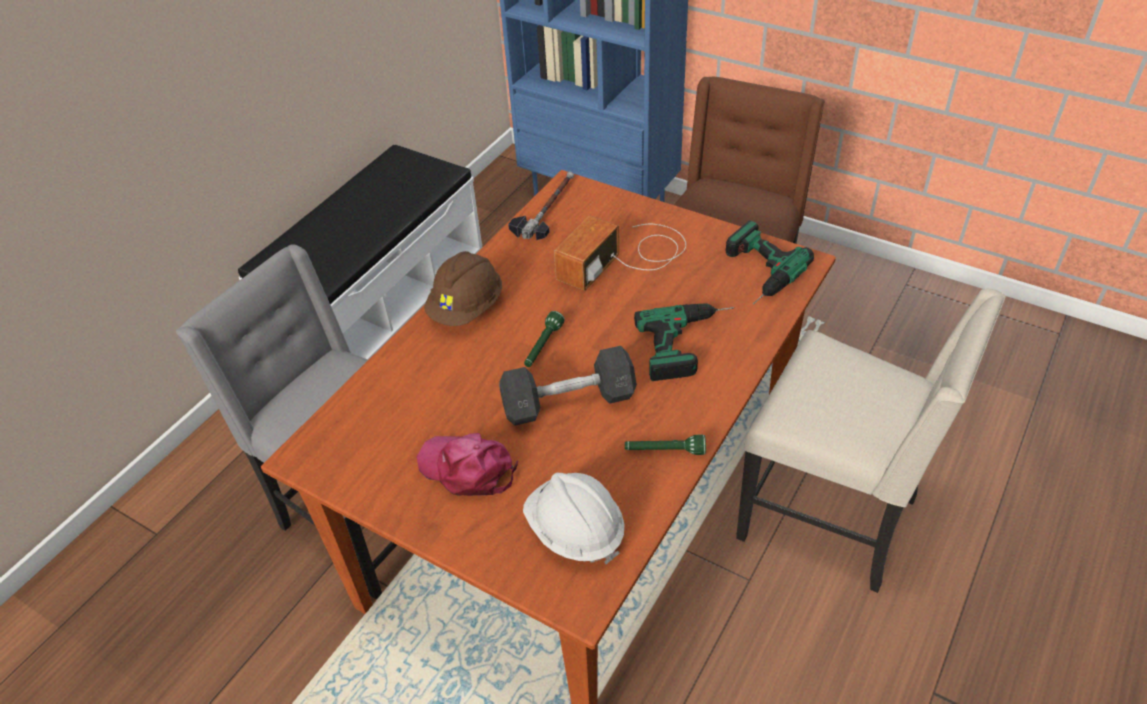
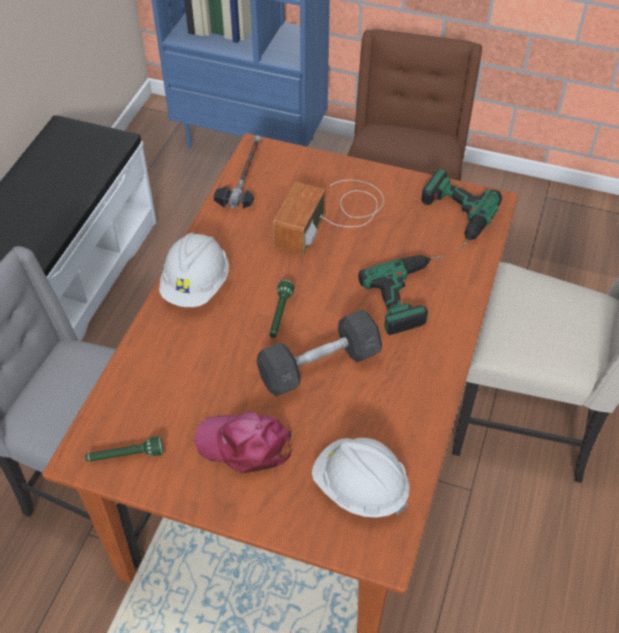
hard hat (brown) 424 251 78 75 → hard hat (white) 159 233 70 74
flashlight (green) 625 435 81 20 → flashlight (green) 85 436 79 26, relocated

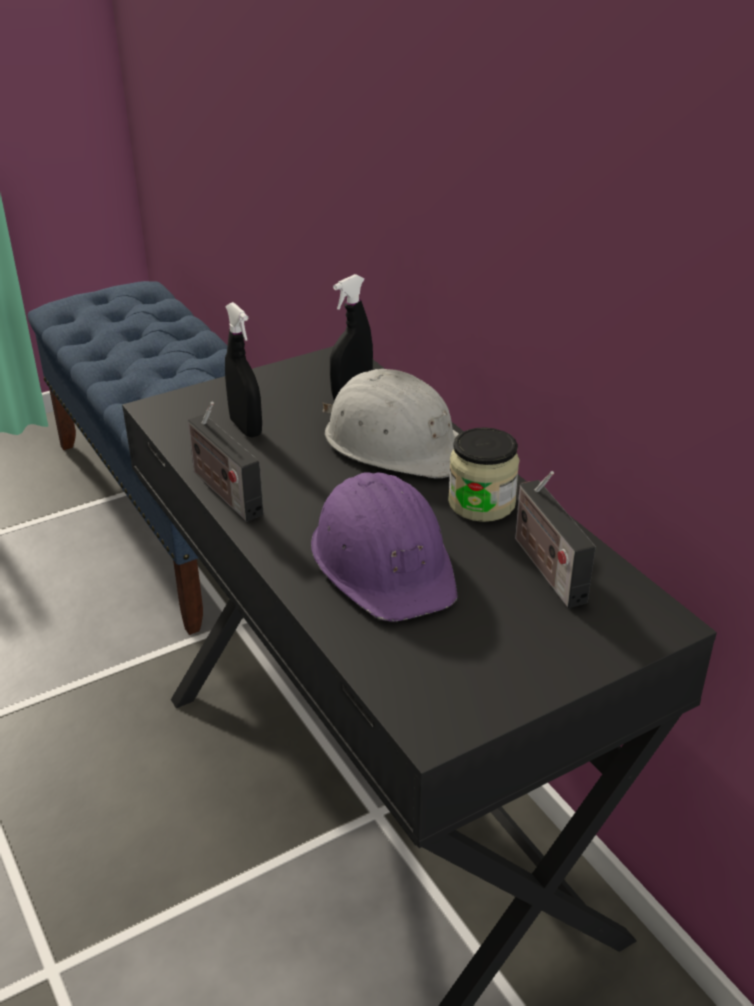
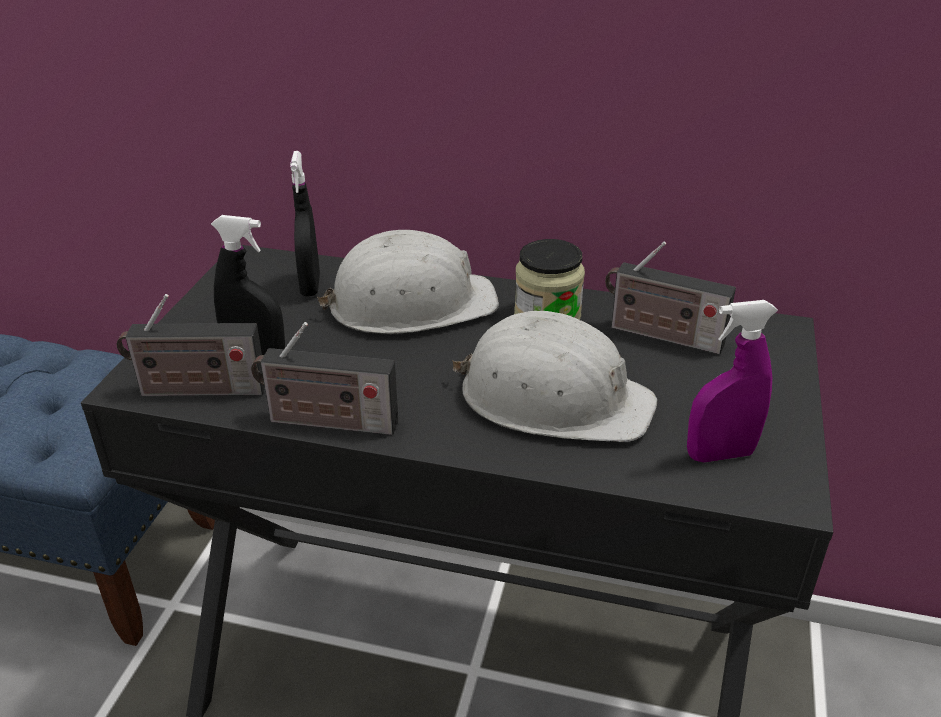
hard hat (purple) 311 472 146 149 → hard hat (white) 452 311 205 131
- → radio 117 294 148 102
- → spray bottle (purple) 687 300 91 163

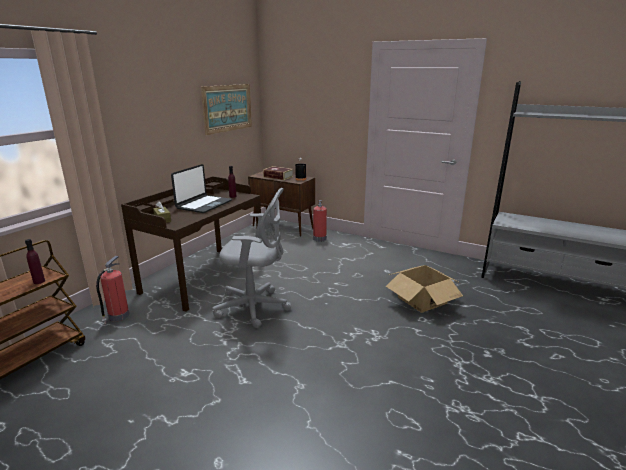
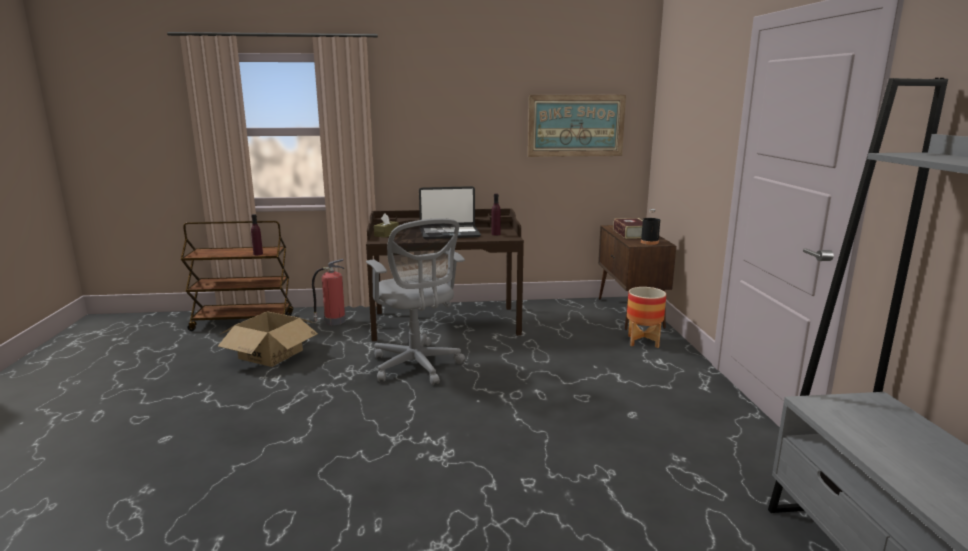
fire extinguisher 313 200 14 42 → planter 627 287 39 61
cardboard box 386 265 77 48 → cardboard box 218 311 100 56, relocated

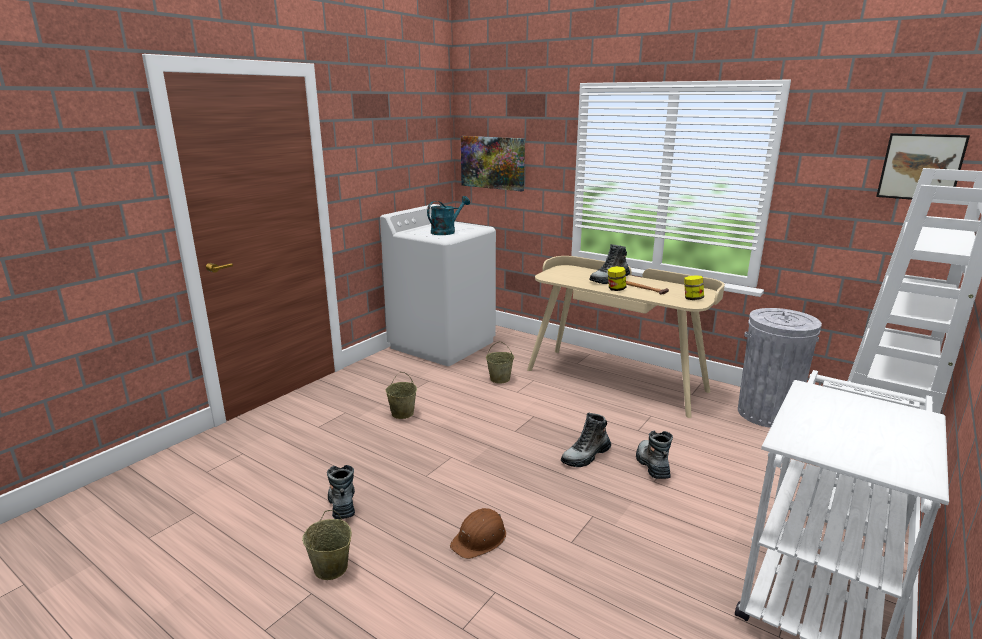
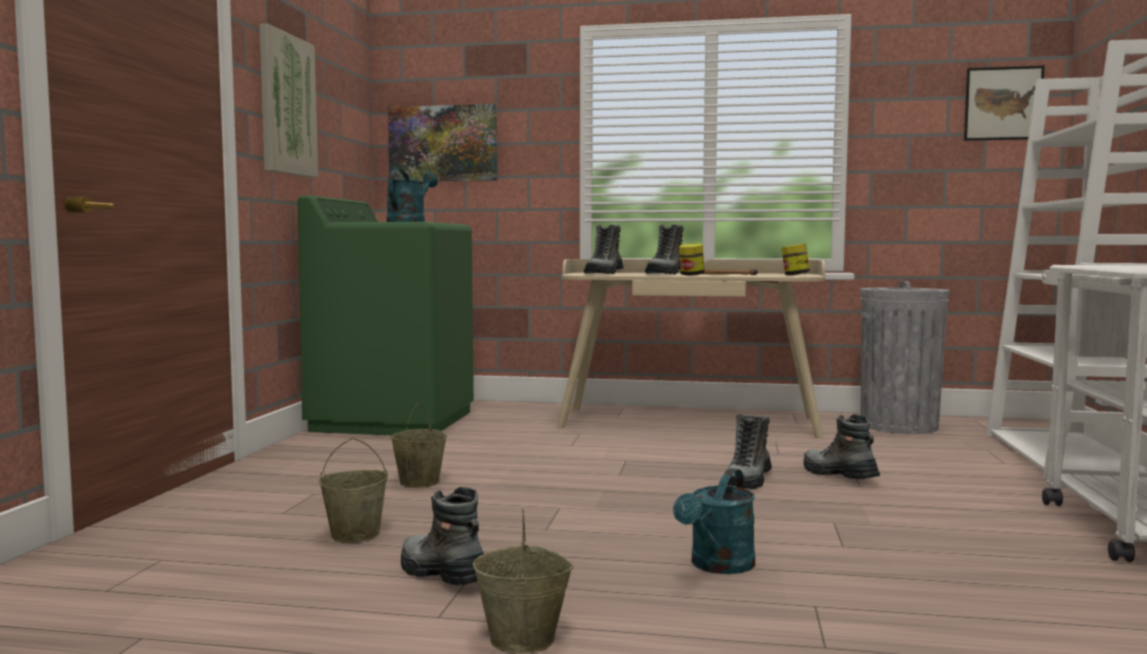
washing machine (white) 380 204 116 162 → washing machine (green) 298 195 176 240
bucket (beige) 486 341 28 43 → bucket (beige) 319 438 69 105, relocated
hard hat (brown) 450 508 56 51 → watering can (turquoise) 673 468 82 106
- → picture 260 24 58 154
- → boot 584 225 40 49

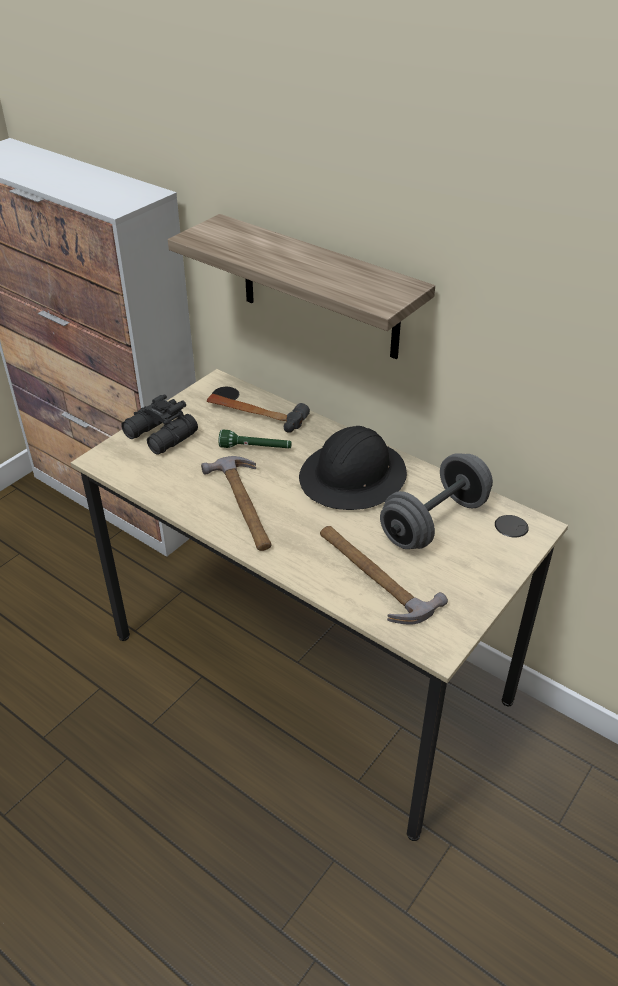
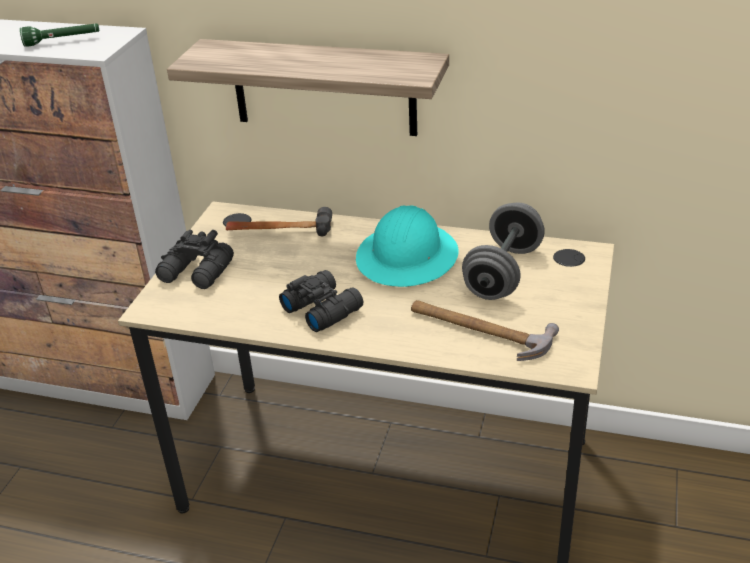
hard hat (black) 299 426 108 84 → hard hat (turquoise) 356 206 103 81
flashlight (green) 219 430 73 18 → flashlight (green) 20 23 80 24, relocated
hammer 201 456 71 95 → binoculars (black) 279 270 84 62

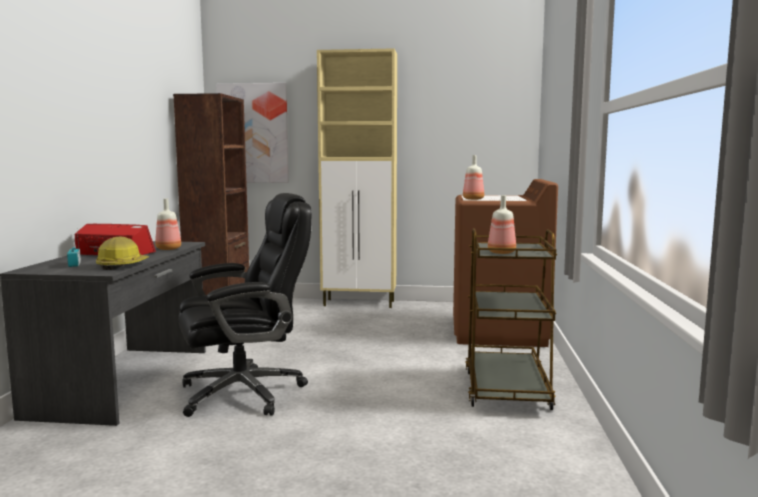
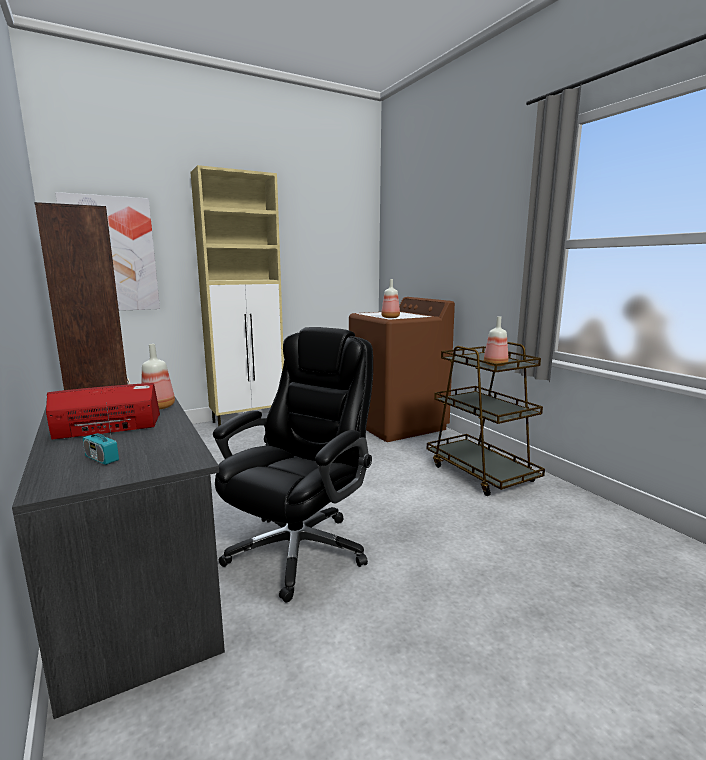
hard hat 96 237 53 33 → -

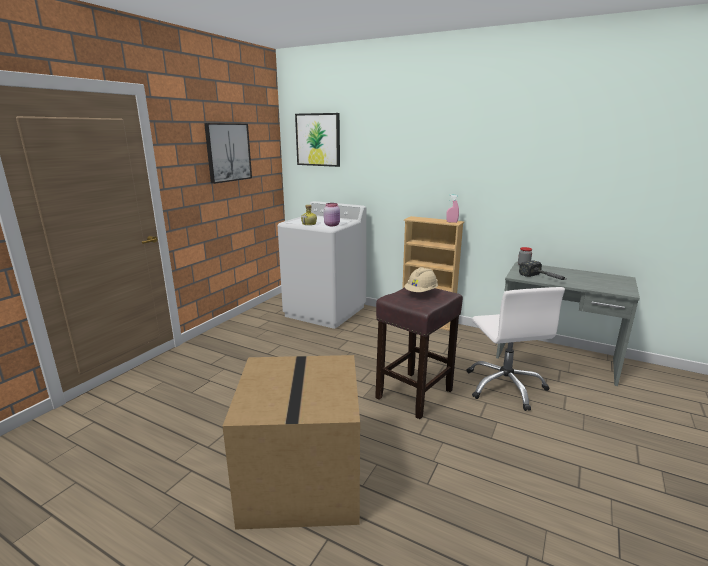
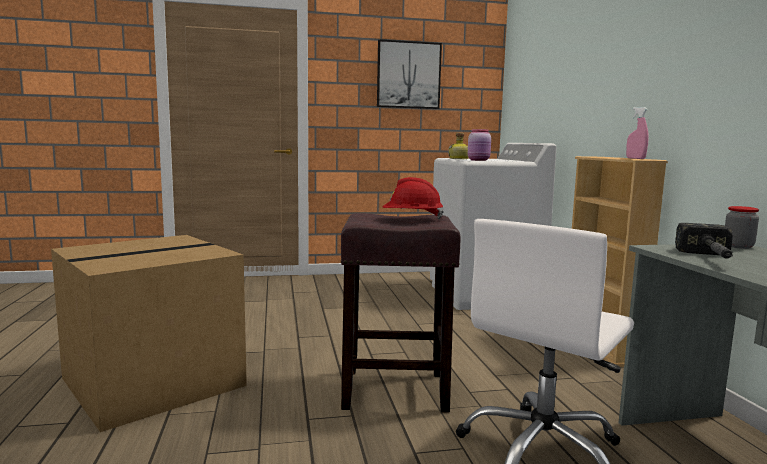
picture 295 113 45 54 → -
hard hat (beige) 404 267 34 25 → hard hat (red) 382 177 62 42

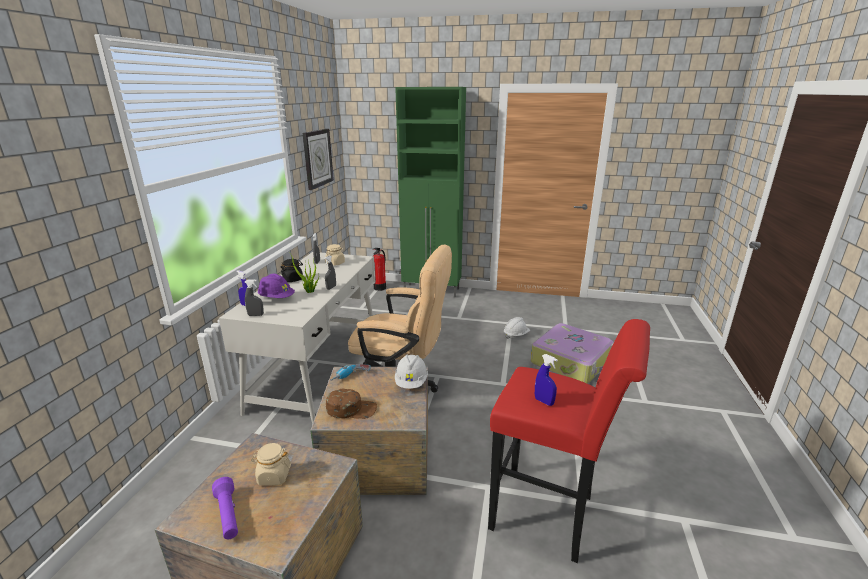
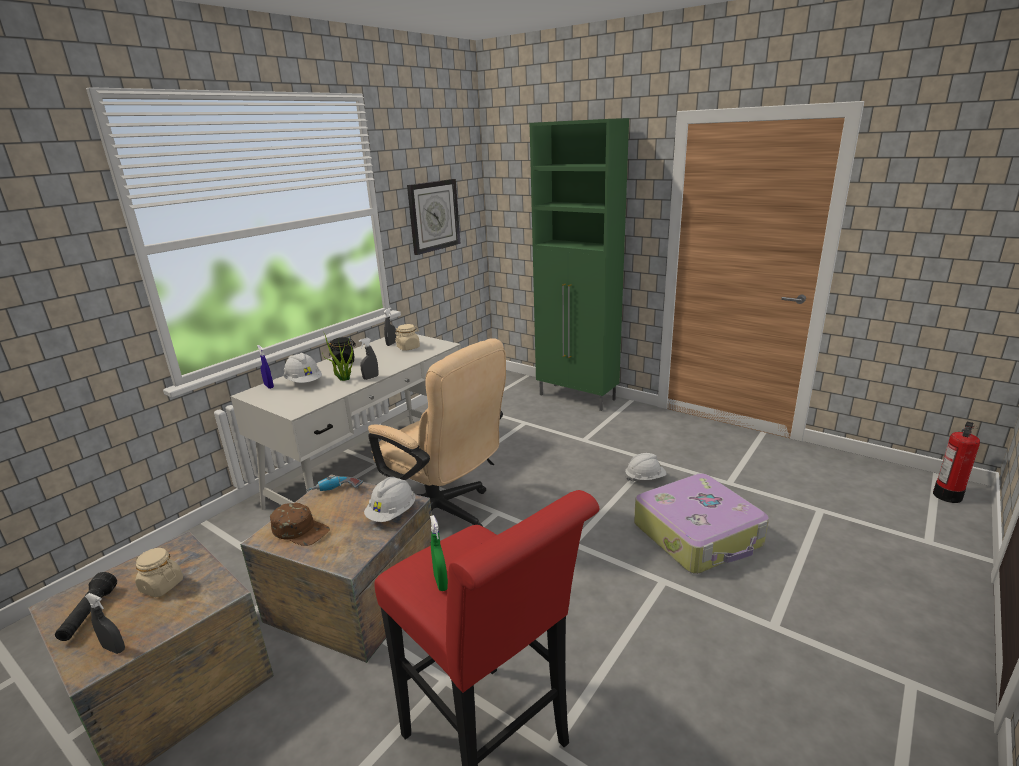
fire extinguisher 373 248 13 43 → fire extinguisher 933 422 47 81, relocated
hard hat (purple) 258 274 37 24 → hard hat (white) 284 353 38 30
spray bottle (grey) 245 279 19 37 → spray bottle (grey) 85 593 40 61, relocated
spray bottle (blue) 535 354 23 52 → spray bottle (green) 430 515 18 76
flashlight (purple) 212 477 26 62 → flashlight (black) 55 572 62 69

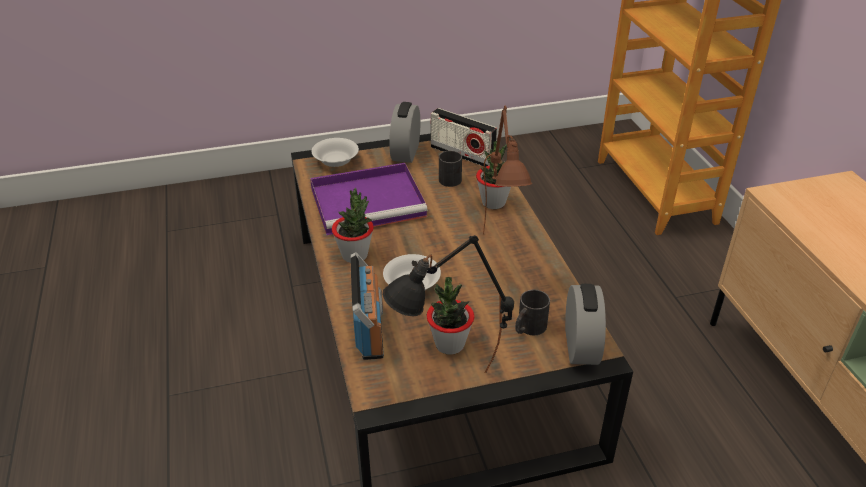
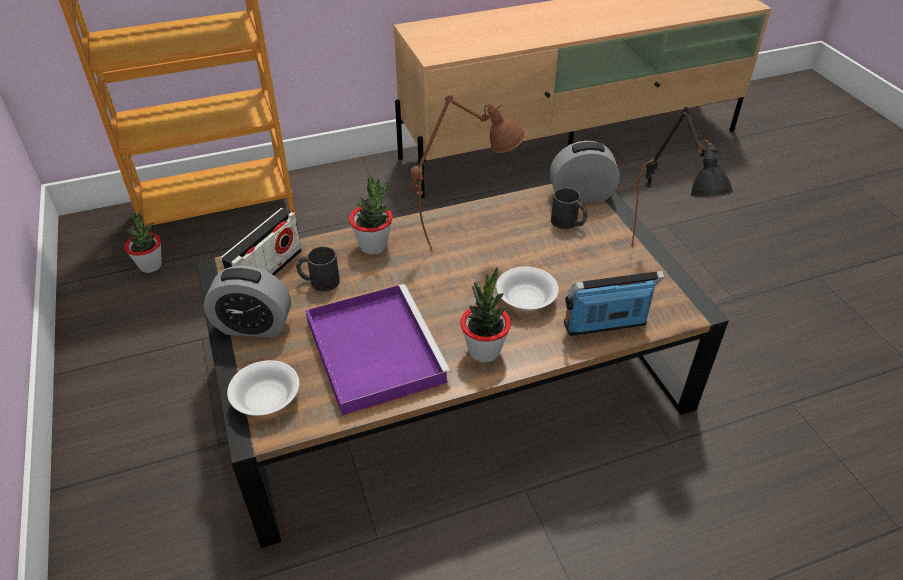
potted plant 427 277 47 78 → potted plant 124 211 38 62, relocated

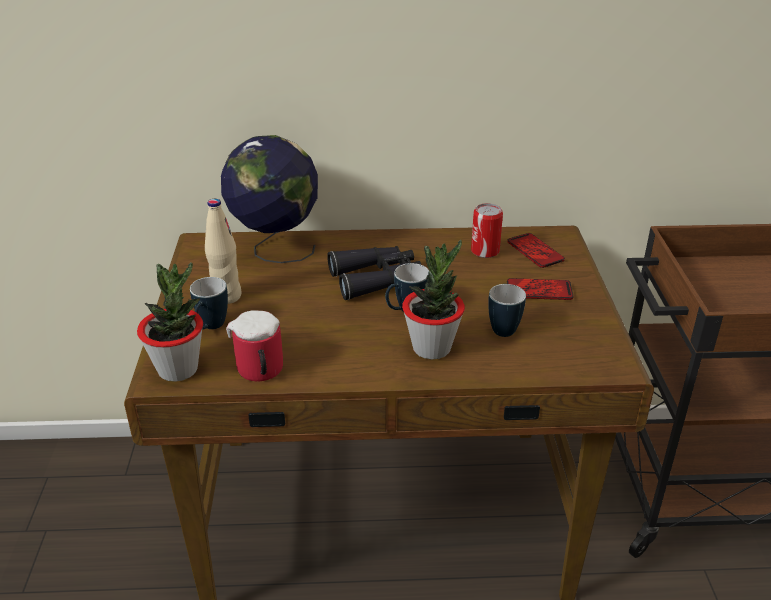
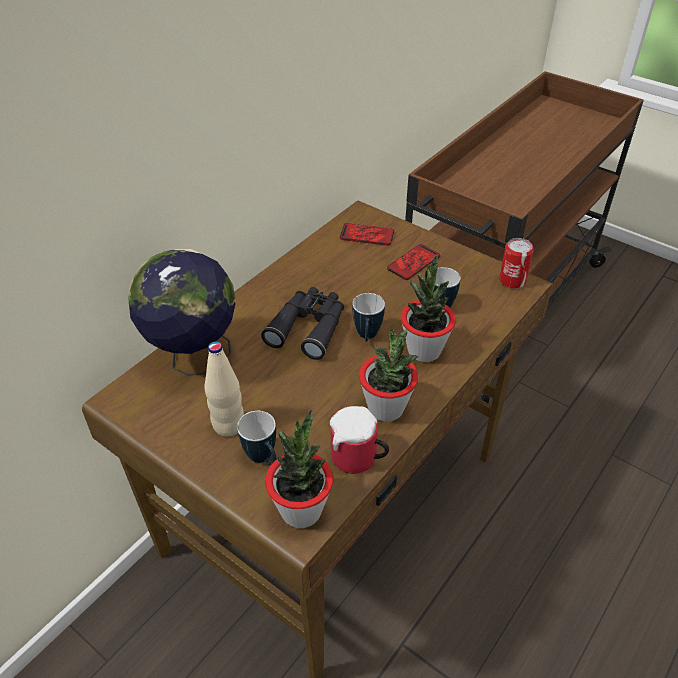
can 471 203 32 55 → can 499 238 35 51, relocated
- → potted plant 359 329 59 93

